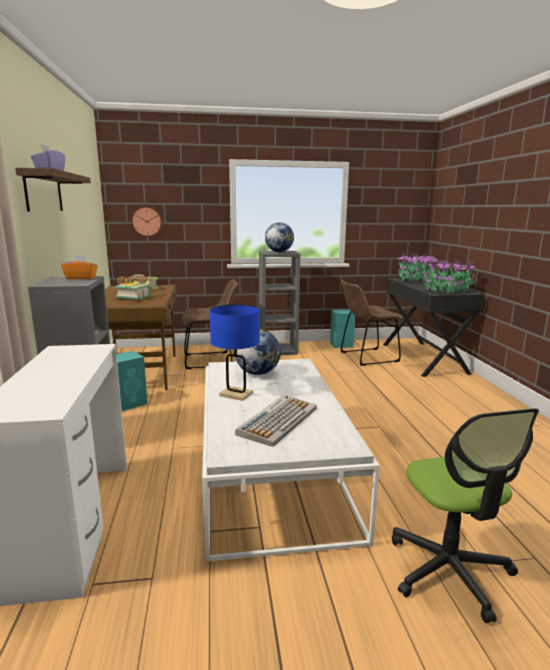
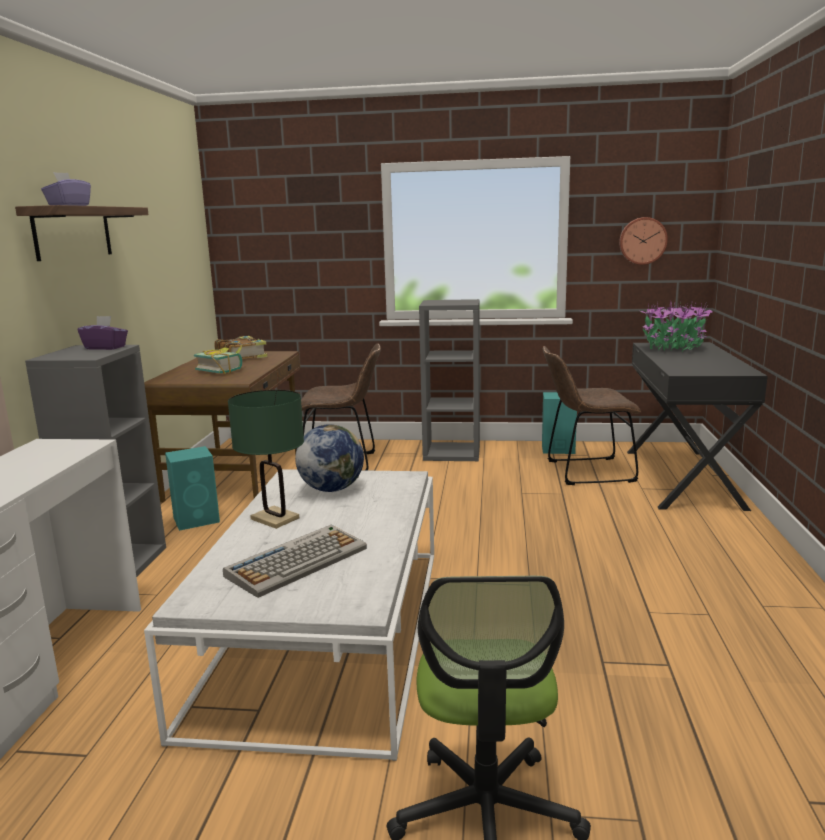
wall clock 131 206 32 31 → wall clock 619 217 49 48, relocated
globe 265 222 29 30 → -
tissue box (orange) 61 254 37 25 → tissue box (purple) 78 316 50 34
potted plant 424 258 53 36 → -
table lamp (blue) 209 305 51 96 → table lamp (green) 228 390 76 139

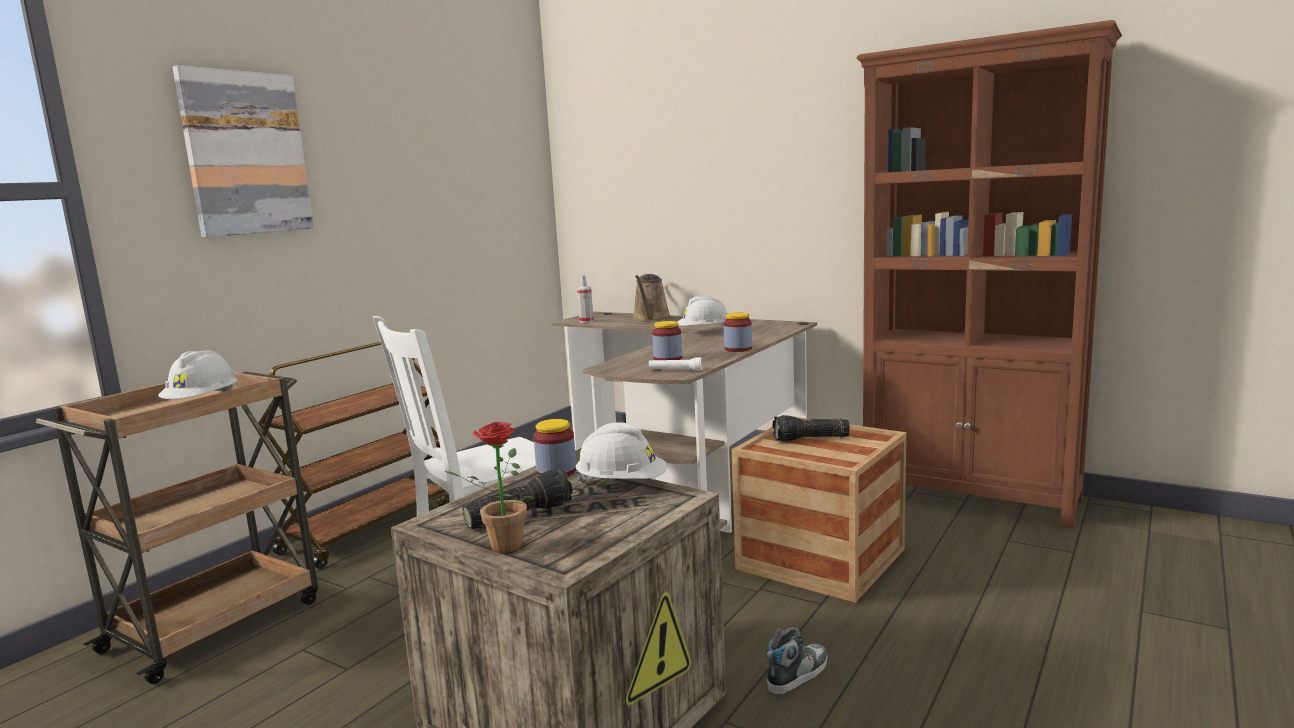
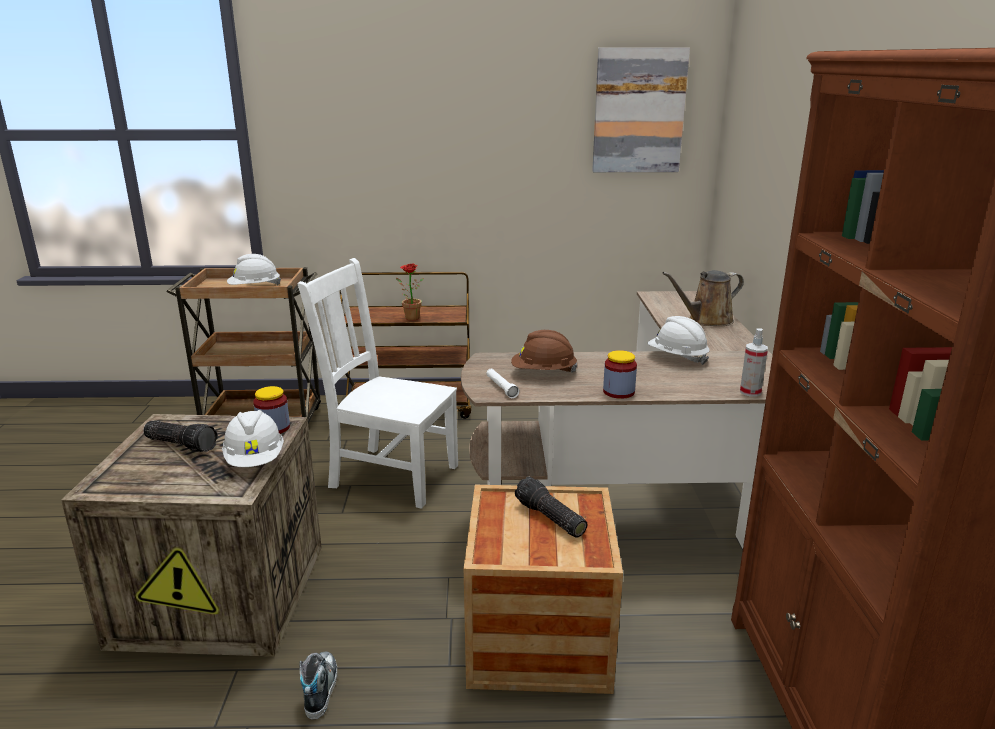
picture 173 65 141 173 → picture 592 48 98 124, relocated
spray bottle 577 275 17 48 → spray bottle 740 328 28 69, relocated
jar 652 321 30 39 → hard hat (brown) 511 330 67 43
potted plant 445 422 90 131 → potted plant 396 263 28 58, relocated
shoe 766 627 62 67 → shoe 299 651 38 69, 105 degrees counterclockwise

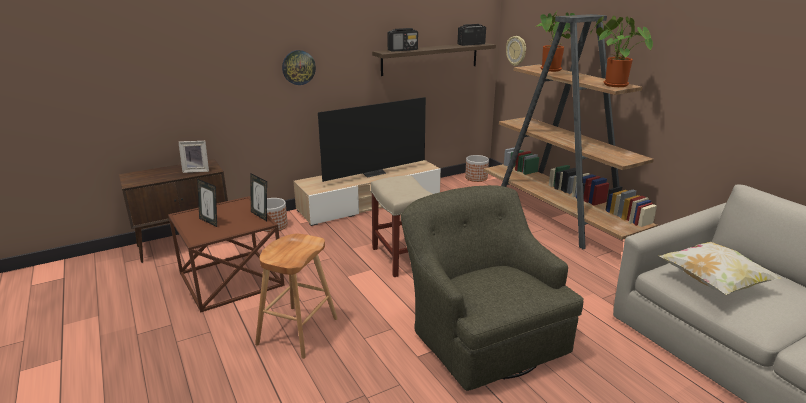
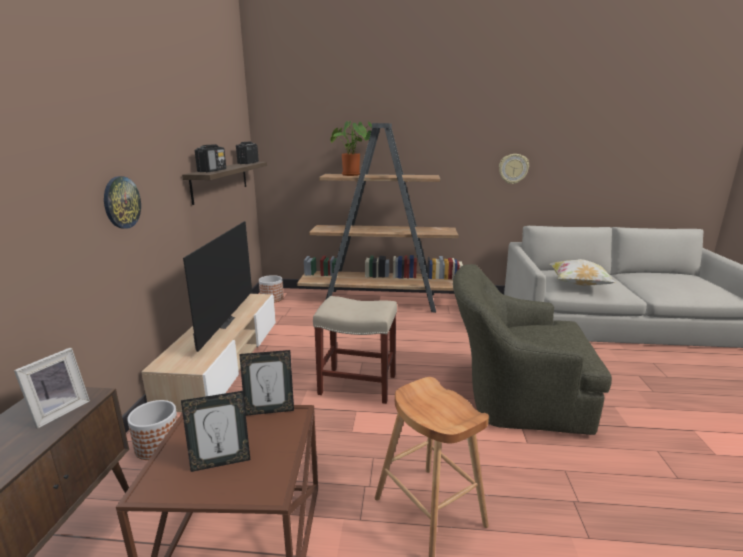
potted plant 590 16 63 71 → -
wall clock 506 36 20 30 → wall clock 499 154 30 30, relocated

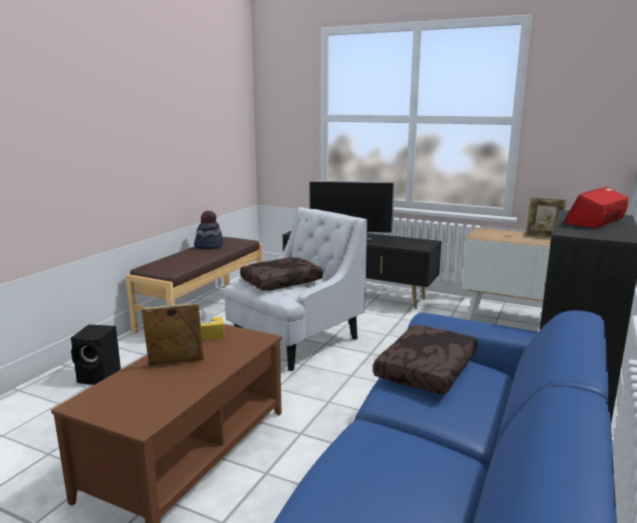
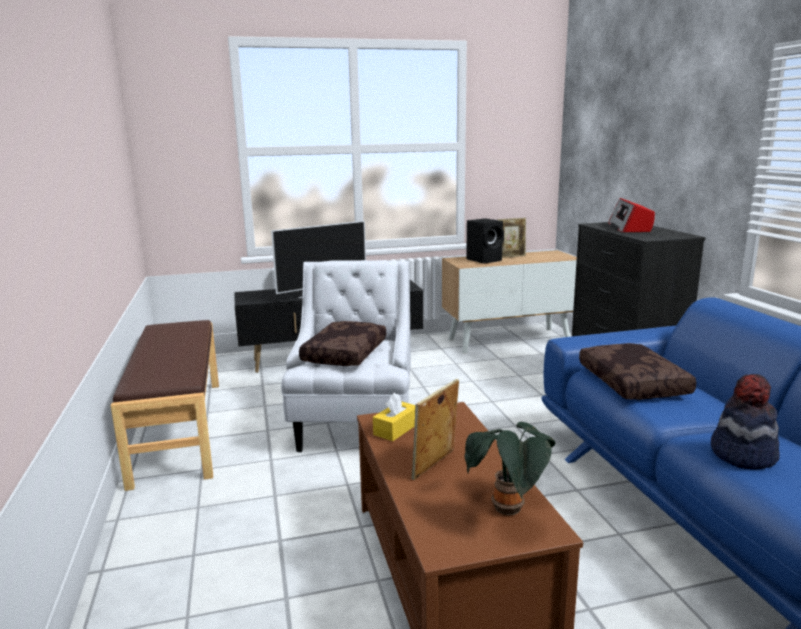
hat 194 211 29 39 → hat 711 374 69 96, relocated
speaker (black) 71 325 50 60 → speaker (black) 466 218 38 46, relocated
- → potted plant 465 422 90 93

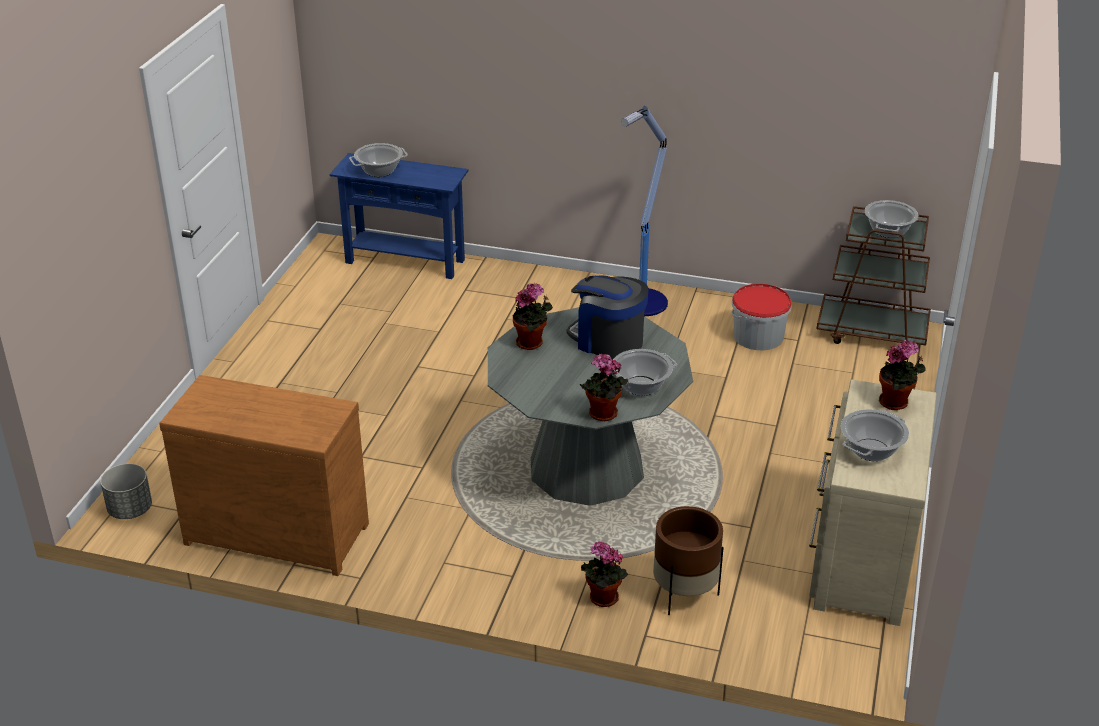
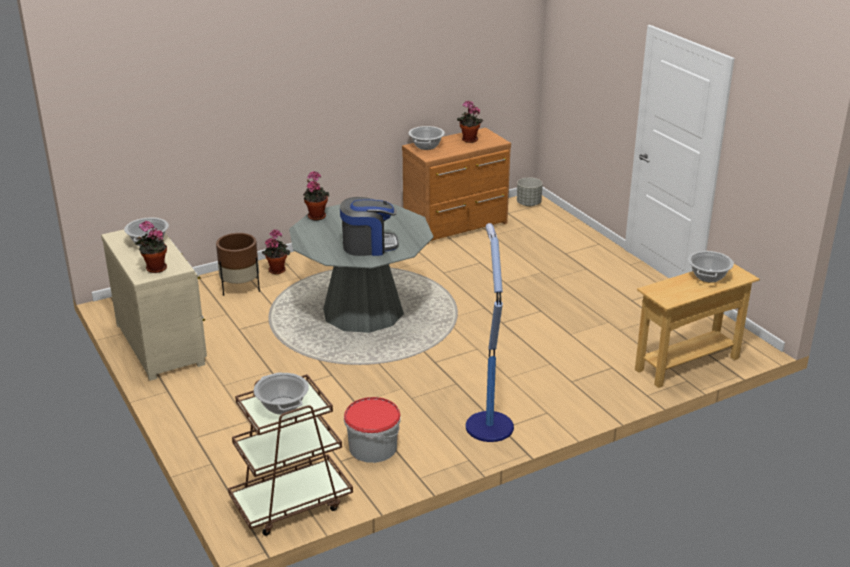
console table (blue) 330 153 139 126 → console table (beige) 635 264 125 124
potted plant 513 284 40 66 → potted plant 457 100 27 43, relocated
cooking pot 608 349 69 47 → cooking pot 409 126 36 24, relocated

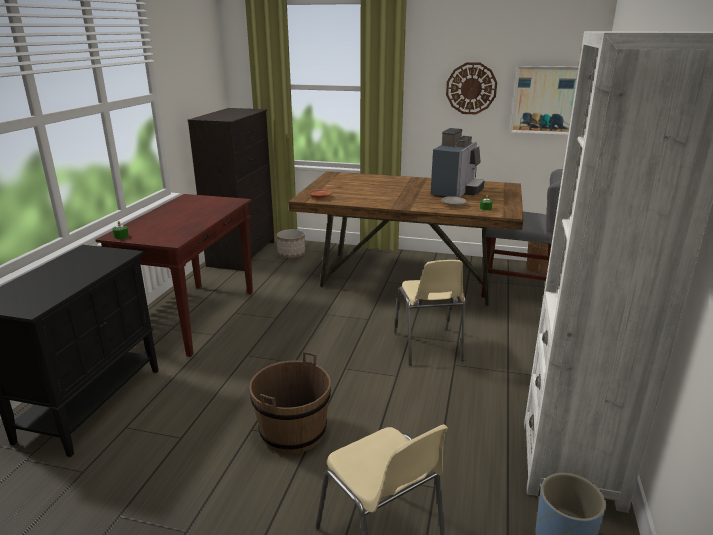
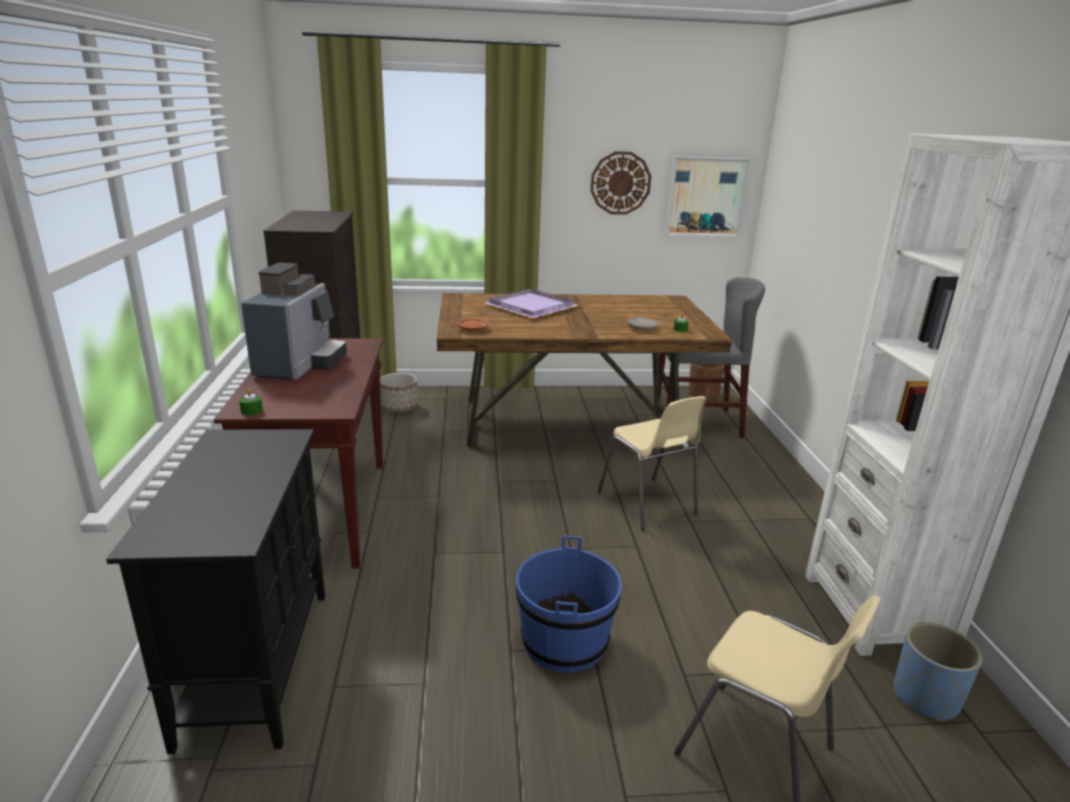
coffee machine 431 128 54 70 → coffee machine 241 262 106 118, relocated
bucket (brown) 249 351 82 103 → bucket (blue) 516 536 106 136
- → tray (purple) 485 289 93 29

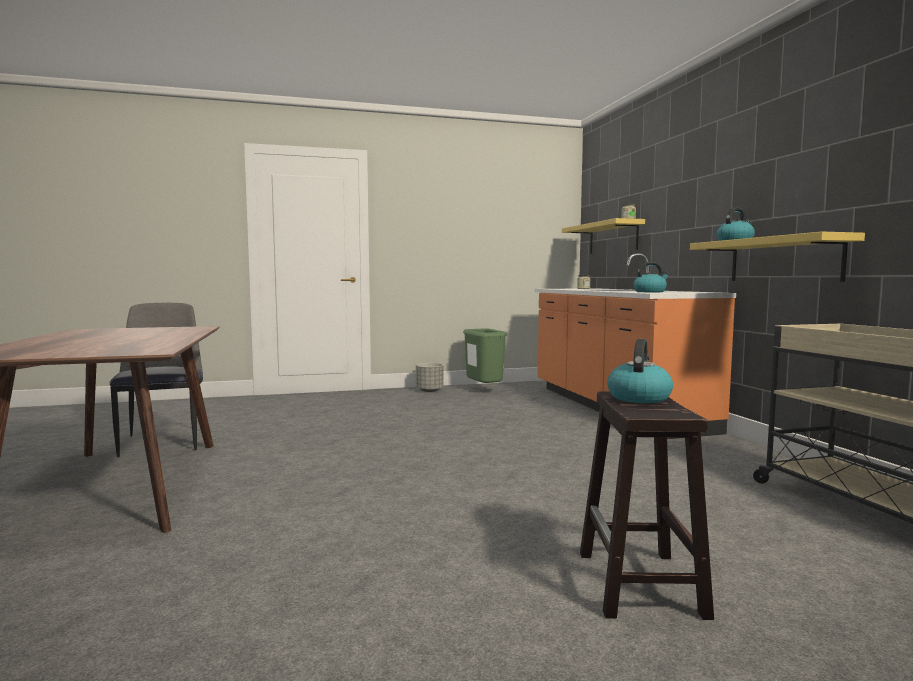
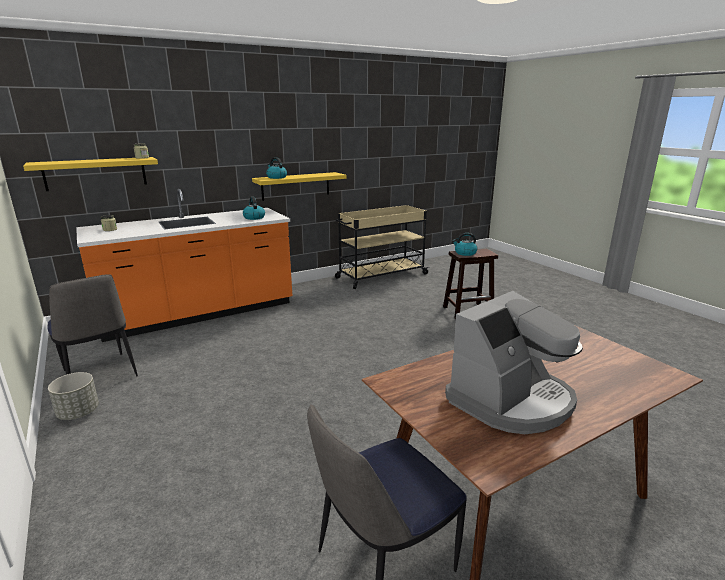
trash can (green) 463 328 44 55 → chair 47 274 91 102
- → coffee machine 445 291 138 143

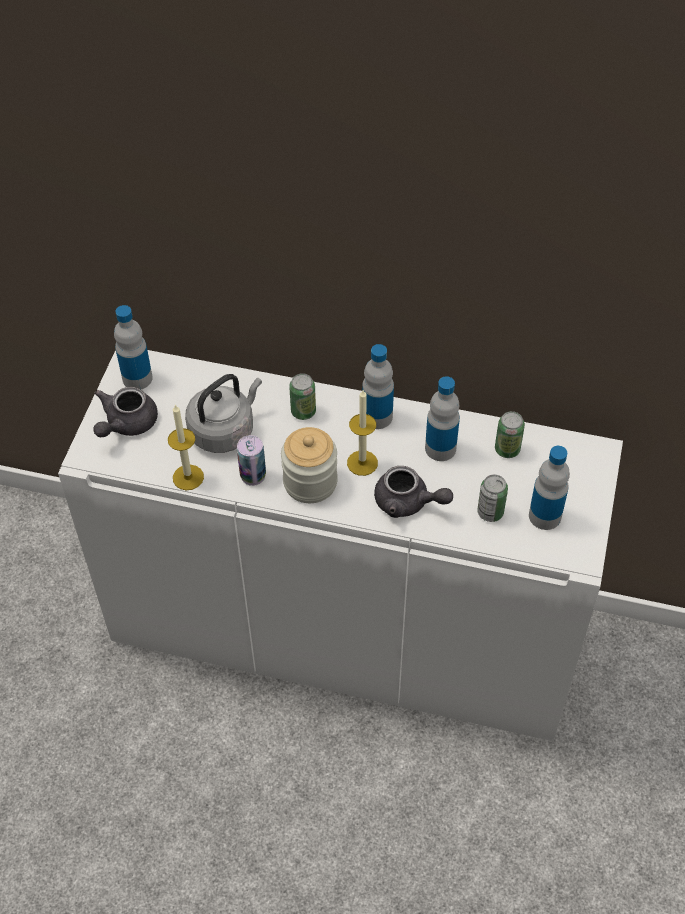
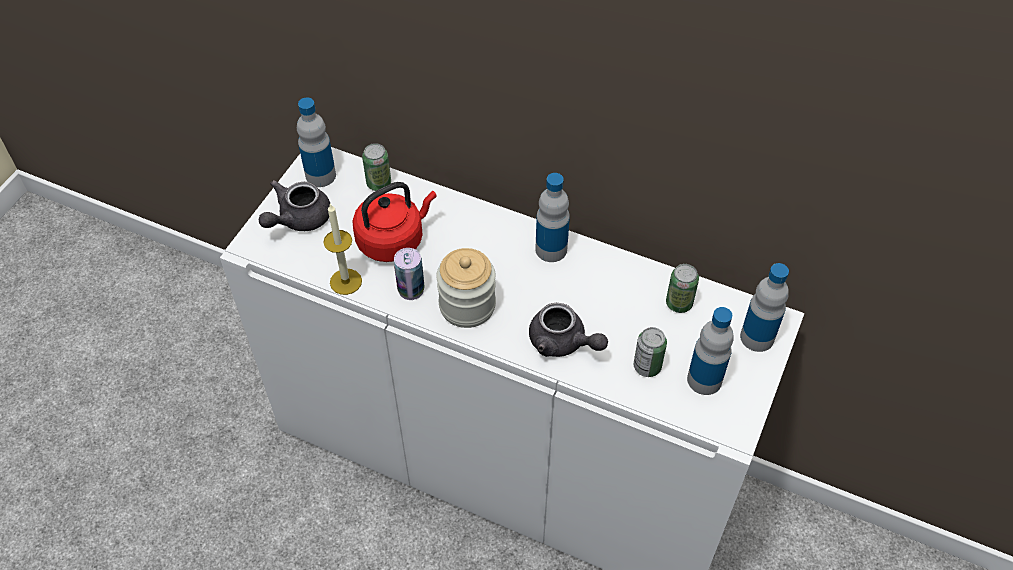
can 289 373 27 47 → can 362 143 29 48, relocated
kettle (grey) 185 374 77 79 → kettle (red) 352 182 85 80
bottle 425 376 35 85 → bottle 740 263 49 89, relocated
candle 347 390 31 86 → -

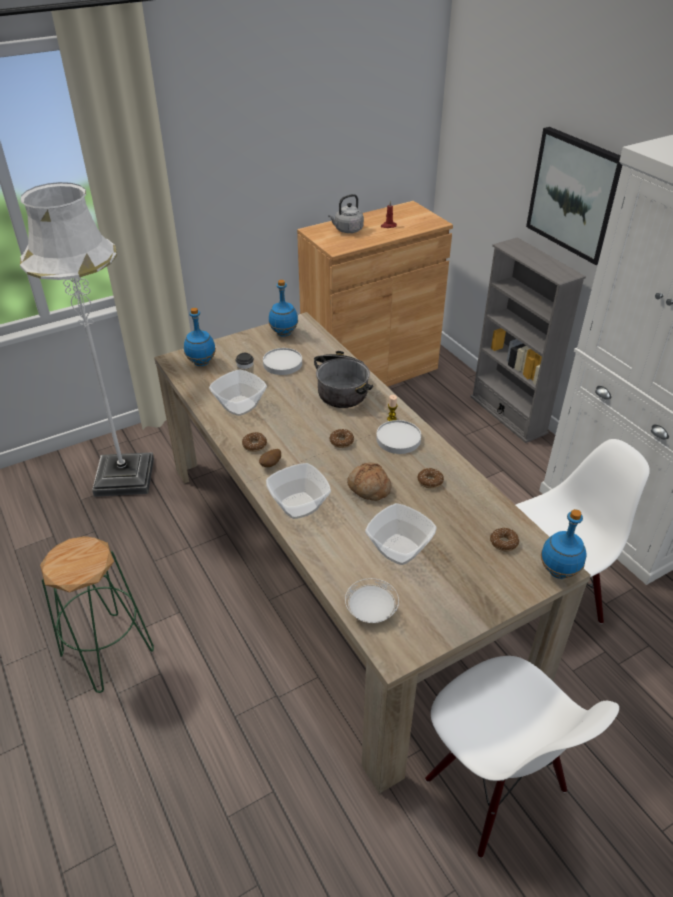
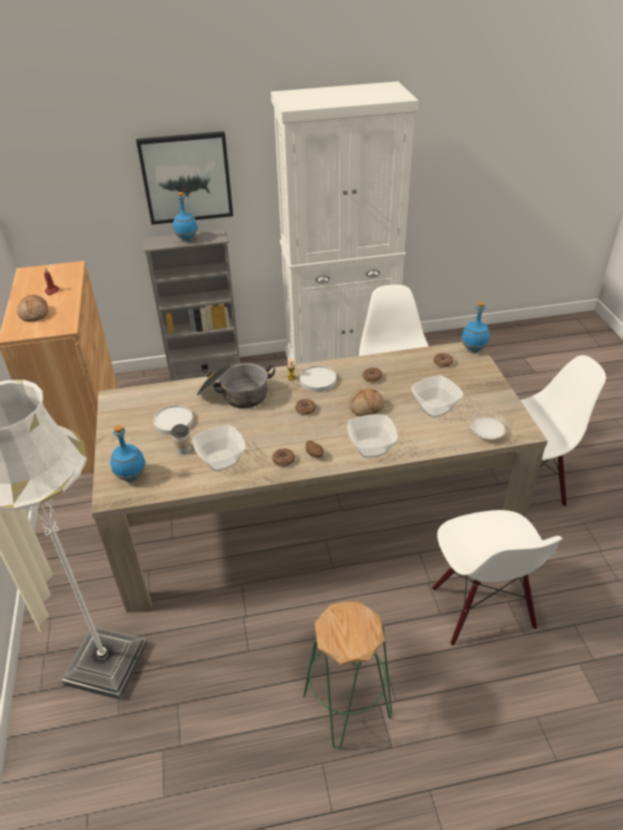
kettle (grey) 328 194 36 39 → bread 17 295 31 27
bottle (blue) 269 280 29 57 → bottle (blue) 173 192 25 50, relocated
- → chair (white) 432 510 131 136

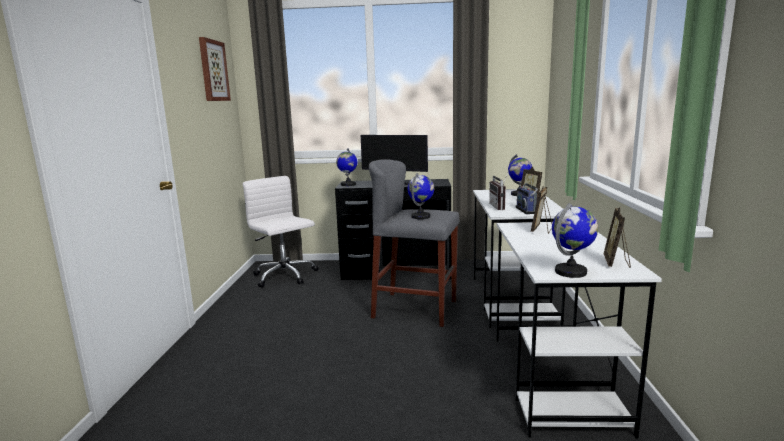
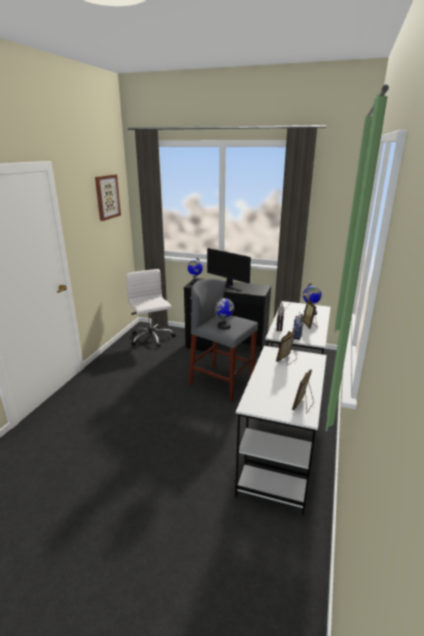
globe 552 203 46 75 → -

